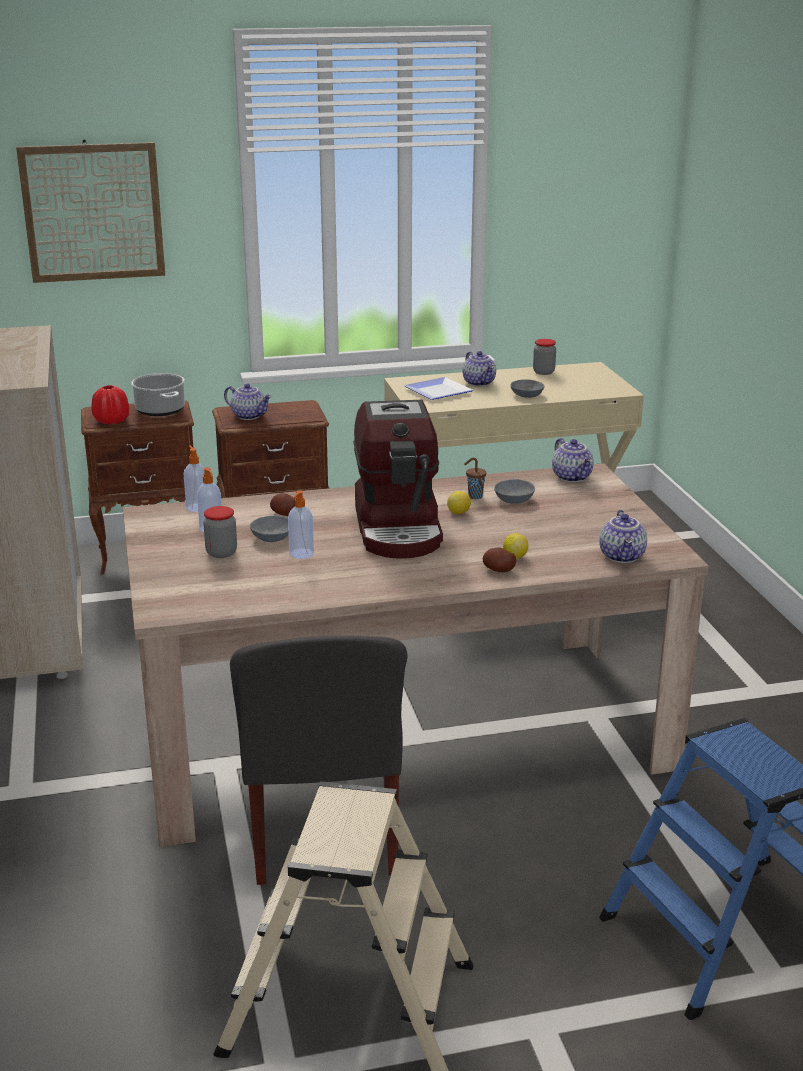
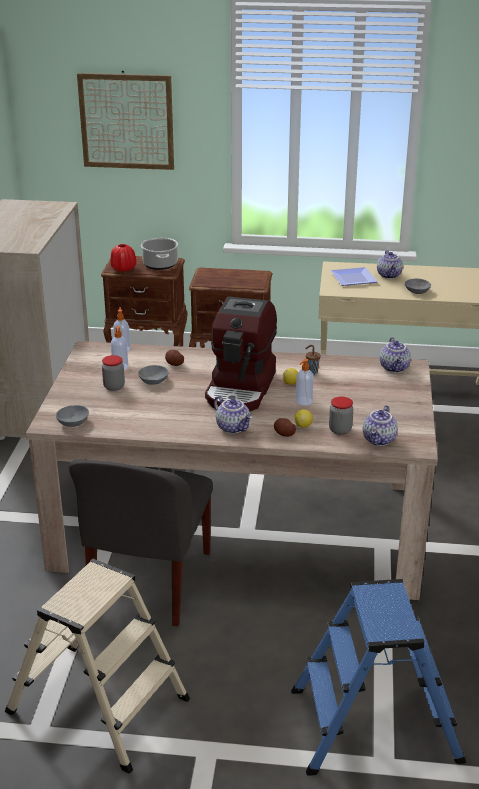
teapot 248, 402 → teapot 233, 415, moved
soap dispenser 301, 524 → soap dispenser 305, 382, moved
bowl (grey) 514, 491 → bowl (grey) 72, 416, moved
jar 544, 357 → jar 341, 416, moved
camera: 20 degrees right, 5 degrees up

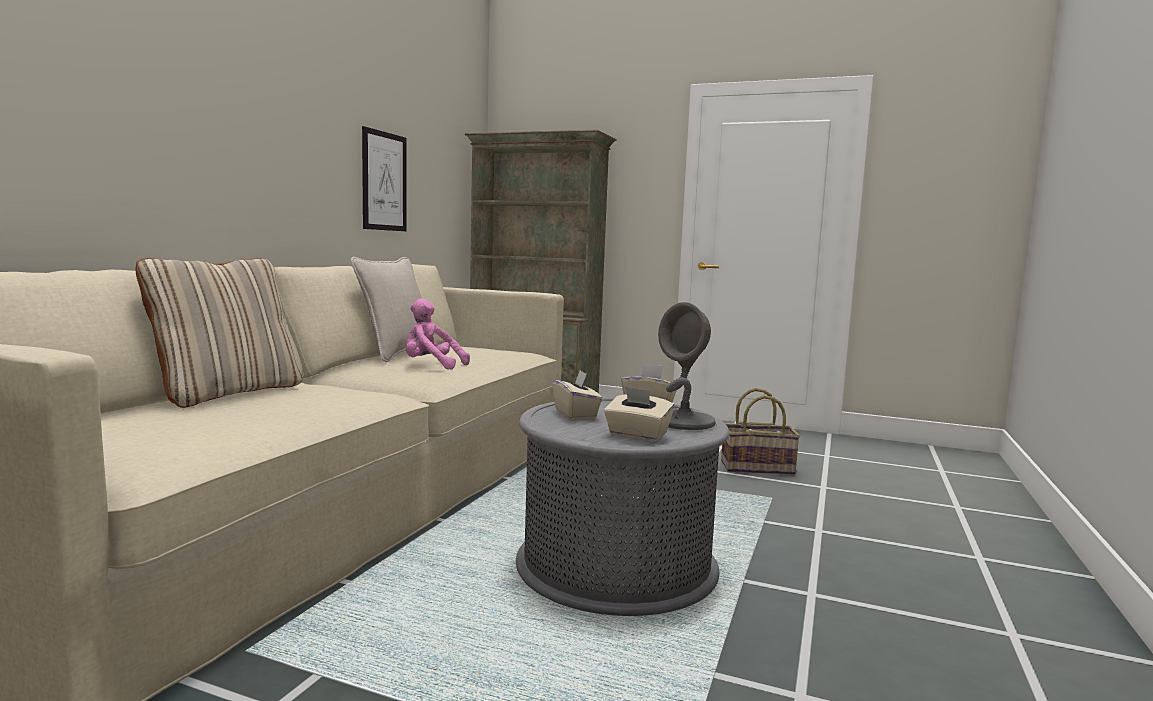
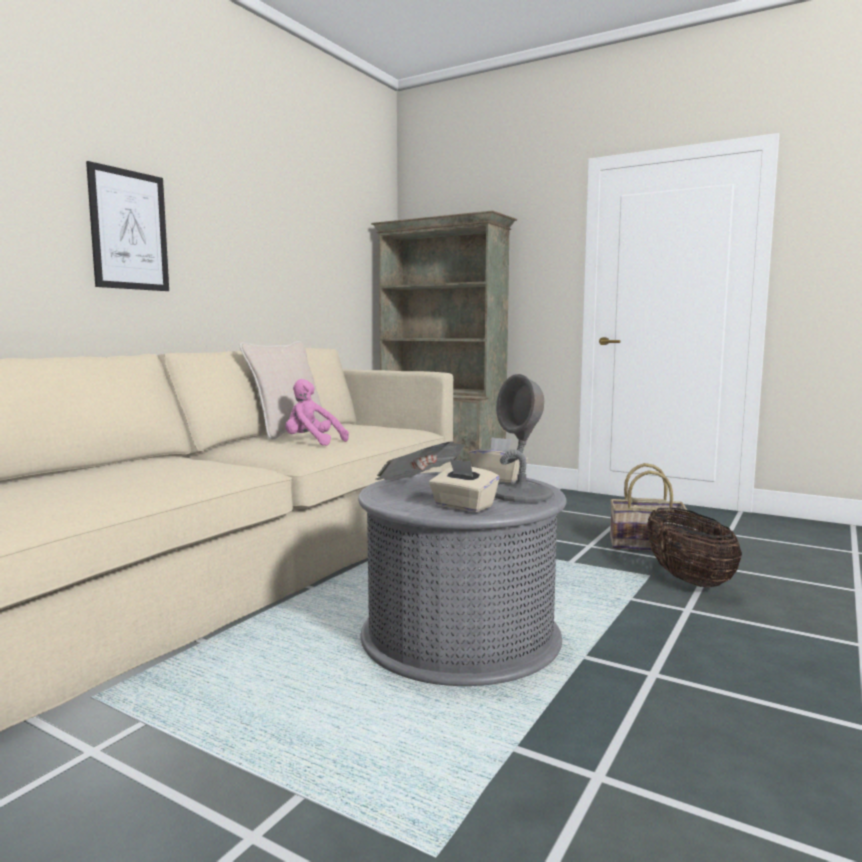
pillow (beige) 219, 333 → -
- → basket 694, 547
picture 384, 178 → picture 127, 226, moved
tissue box (beige) 577, 395 → newspaper 419, 461
camera: 10 degrees right, 0 degrees up

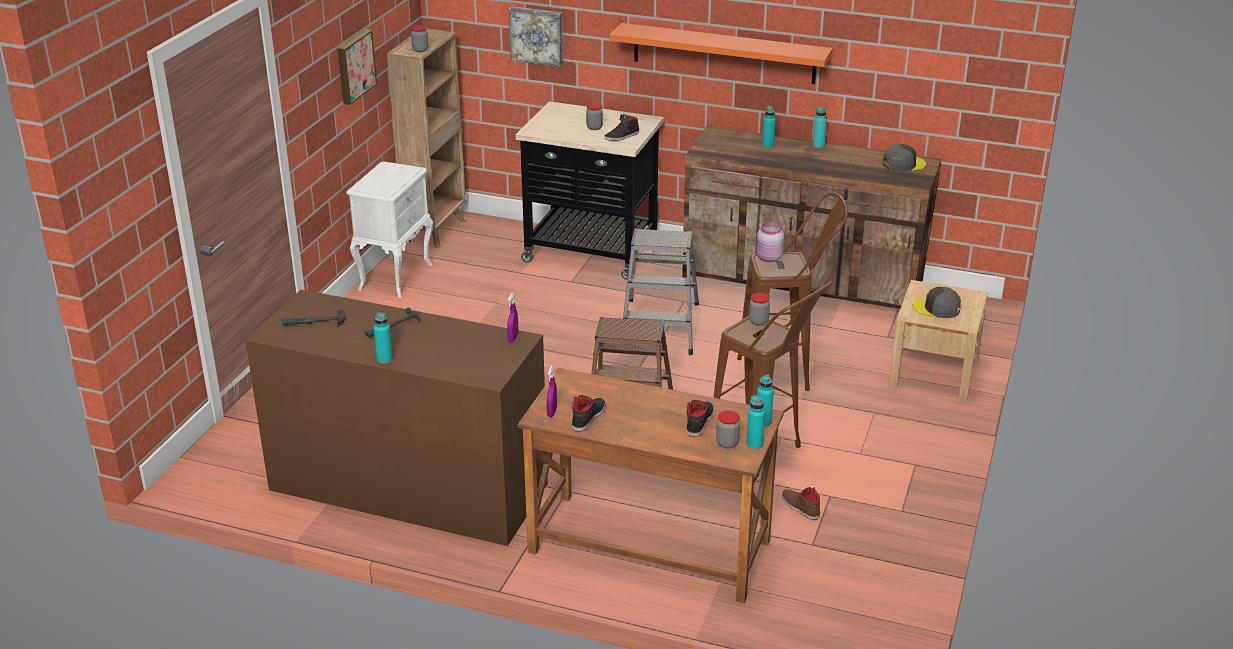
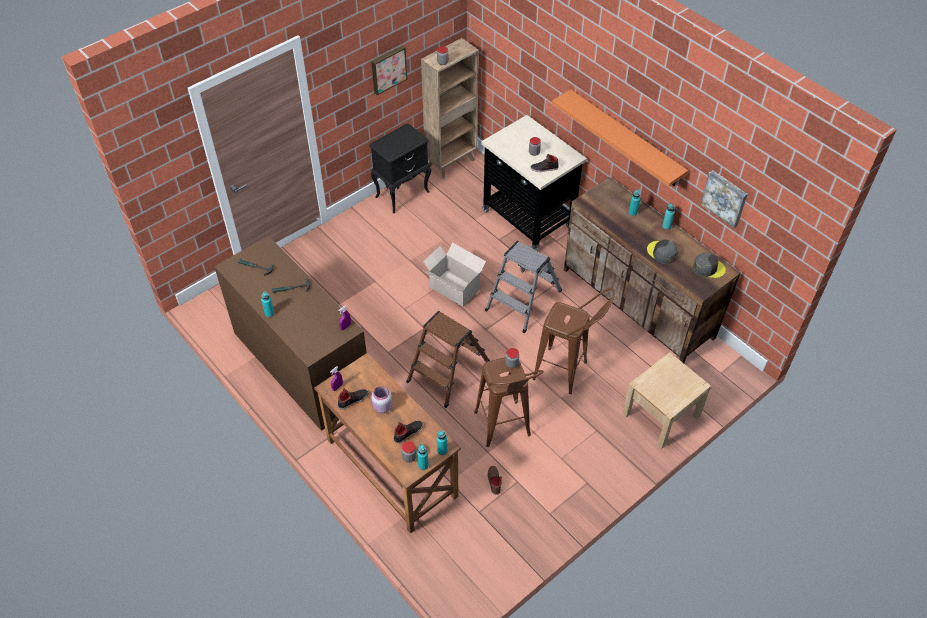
- → cardboard box 454, 274
picture 536, 36 → picture 724, 199, moved
jar (pink) 770, 242 → jar (pink) 381, 399, moved
cap (grey) 936, 302 → cap (grey) 662, 252, moved
nightstand (white) 389, 230 → nightstand (black) 400, 168
camera: 30 degrees right, 20 degrees up

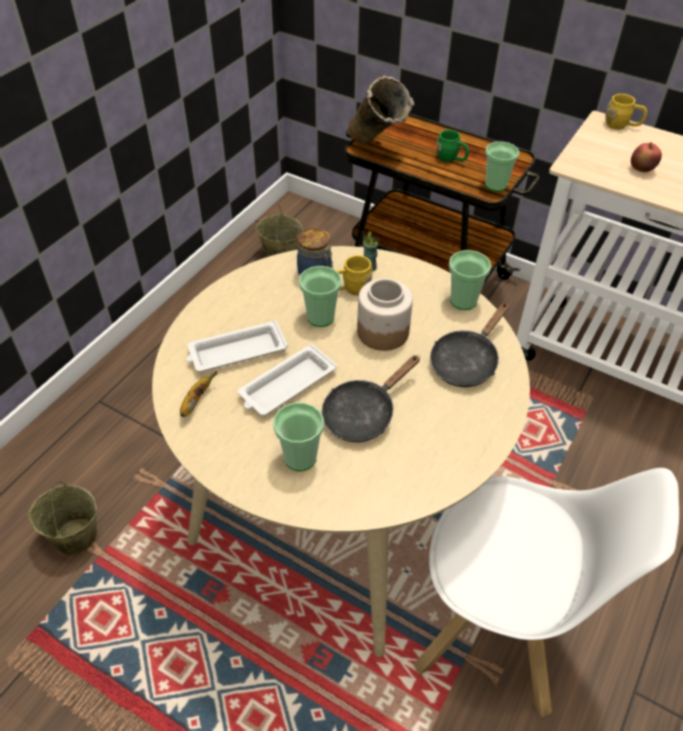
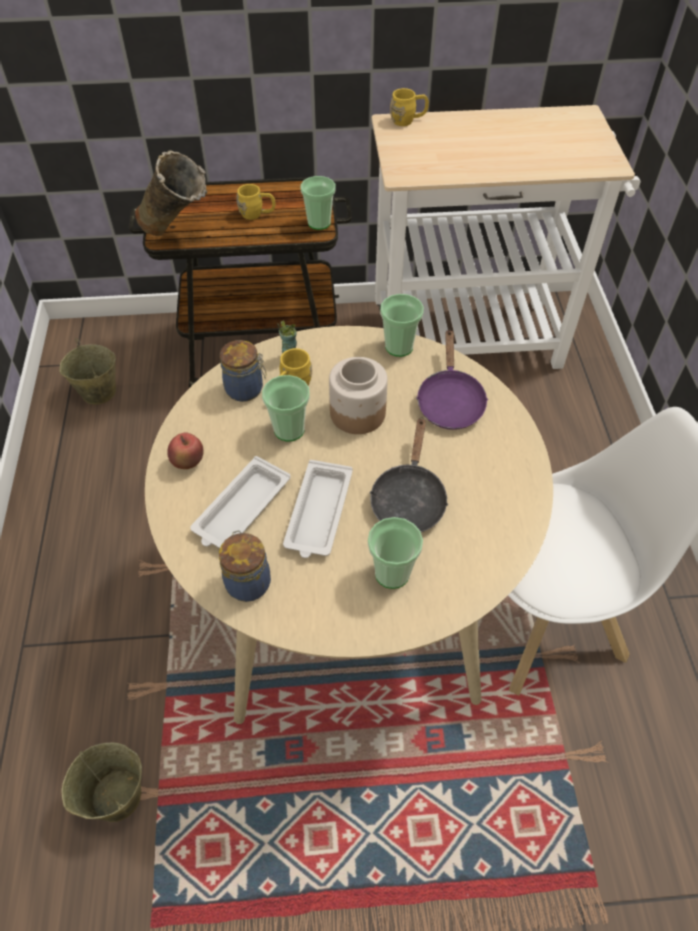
apple 646, 157 → apple 185, 451, moved
banana 198, 394 → jar 245, 566
frying pan (black) 469, 344 → frying pan (purple) 452, 379
mug (green) 453, 146 → mug (yellow) 255, 202
camera: 35 degrees left, 5 degrees up

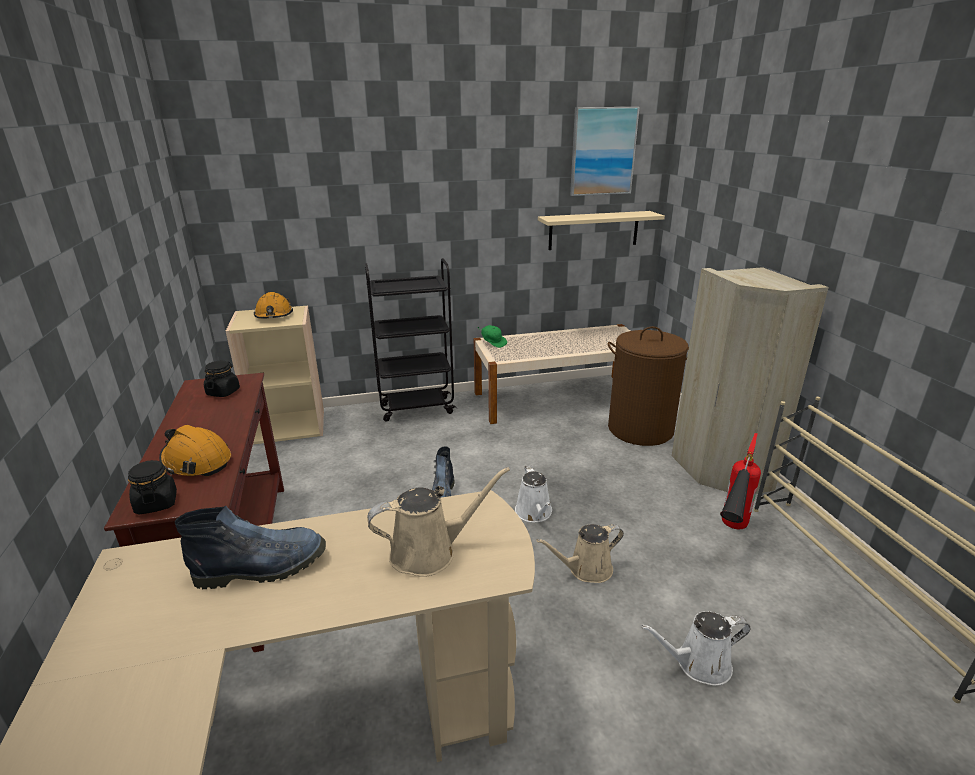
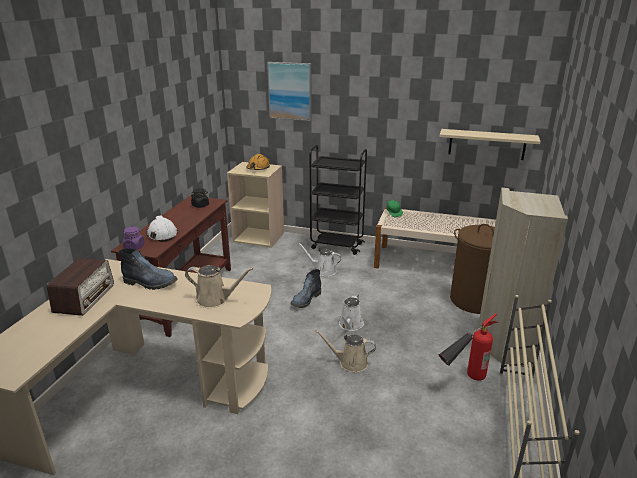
- → radio 80, 287
picture 604, 151 → picture 289, 91, moved
watering can (white) 695, 648 → watering can (white) 320, 260, moved
jar (black) 152, 487 → jar (purple) 134, 238
hard hat (orange) 195, 450 → hard hat (white) 162, 229
camera: 30 degrees right, 0 degrees up

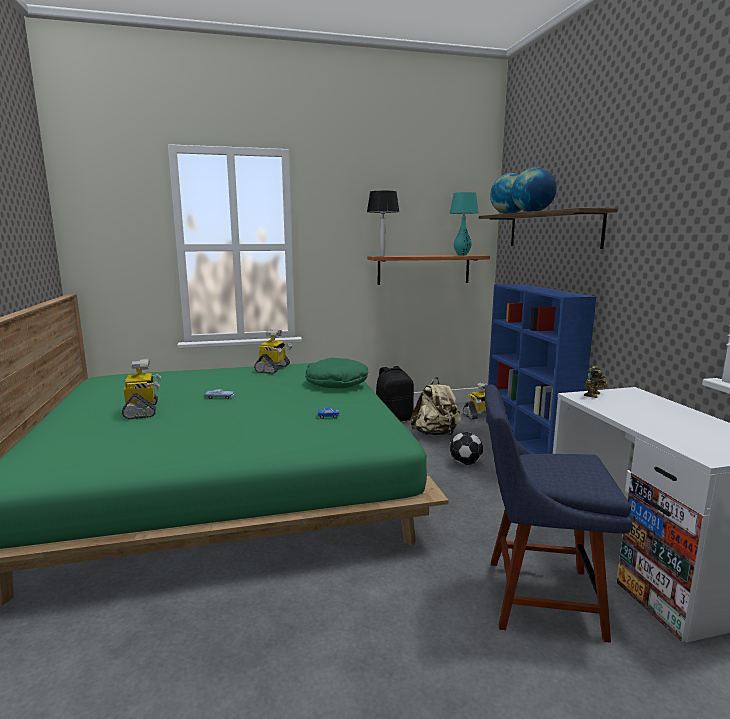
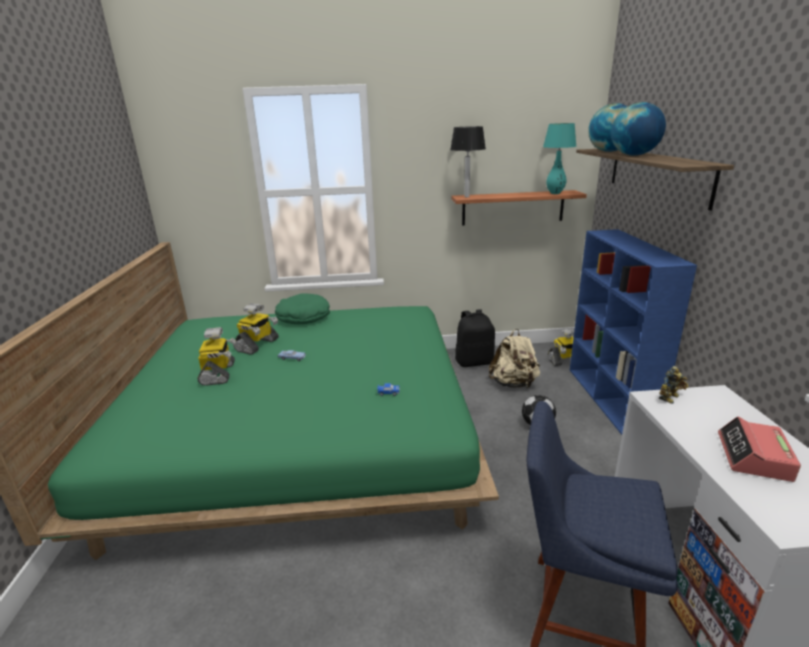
- → alarm clock 759, 449
toy robot 273, 352 → toy robot 256, 329, moved
pillow (green) 337, 373 → pillow (green) 302, 308, moved
camera: 10 degrees right, 10 degrees up

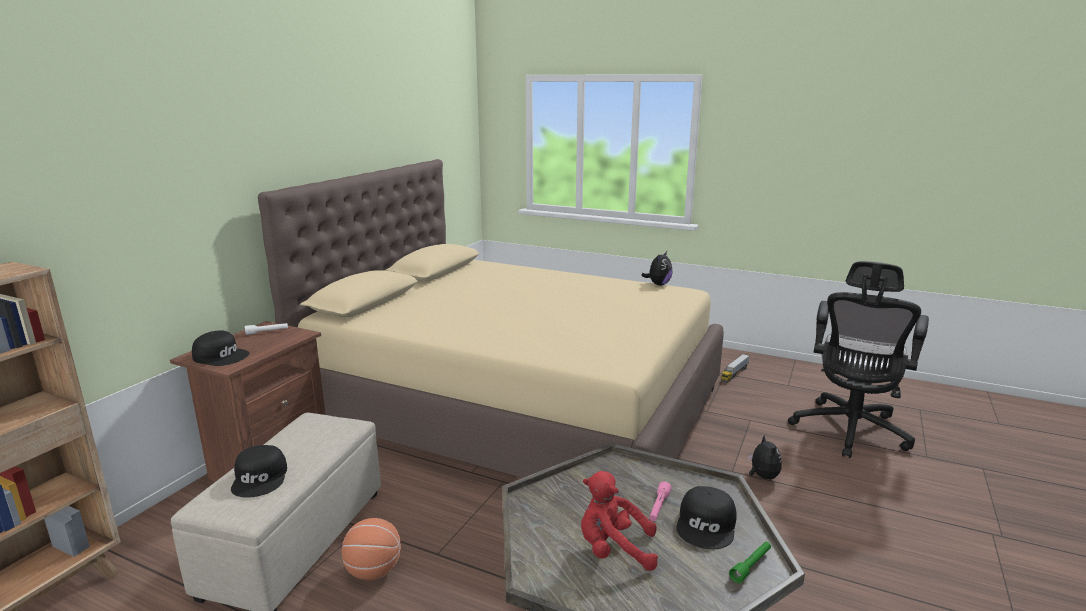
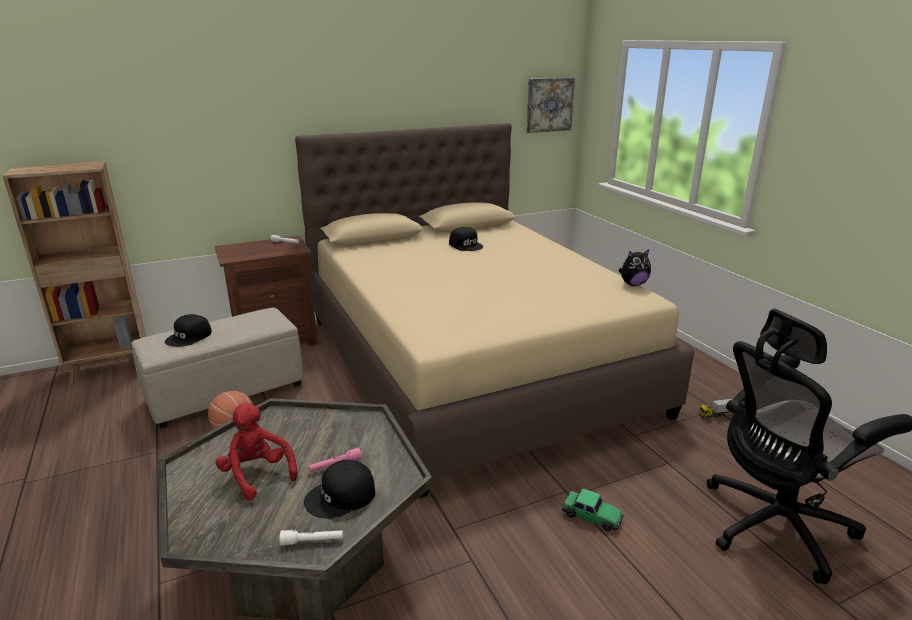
- → picture 550, 105
cap (black) 221, 348 → cap (black) 466, 239, moved
plush toy 765, 456 → toy car 593, 510
flashlight (green) 750, 562 → flashlight (white) 311, 538
camera: 40 degrees right, 5 degrees up

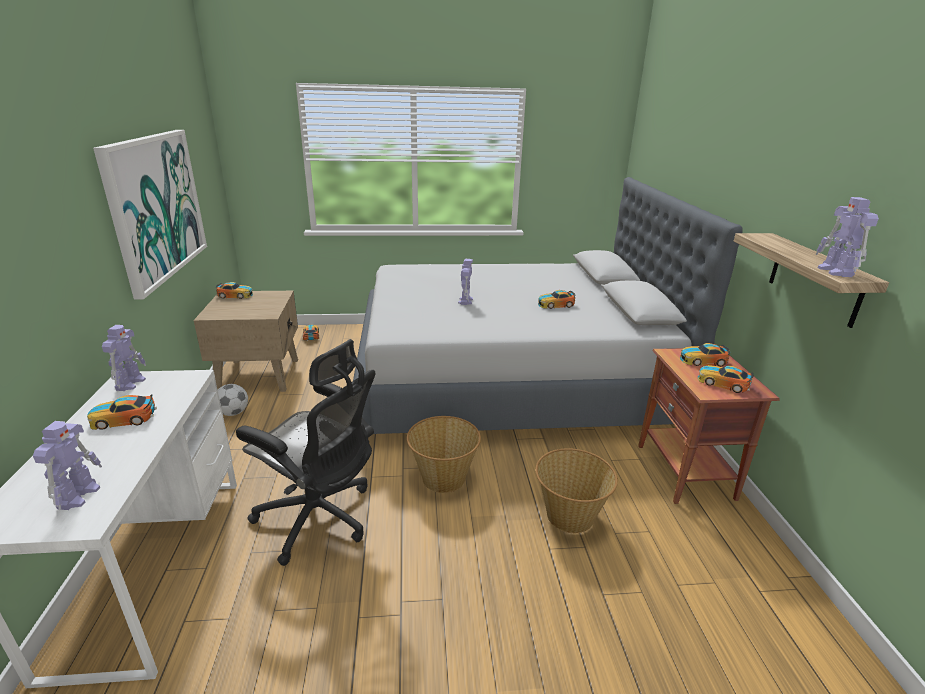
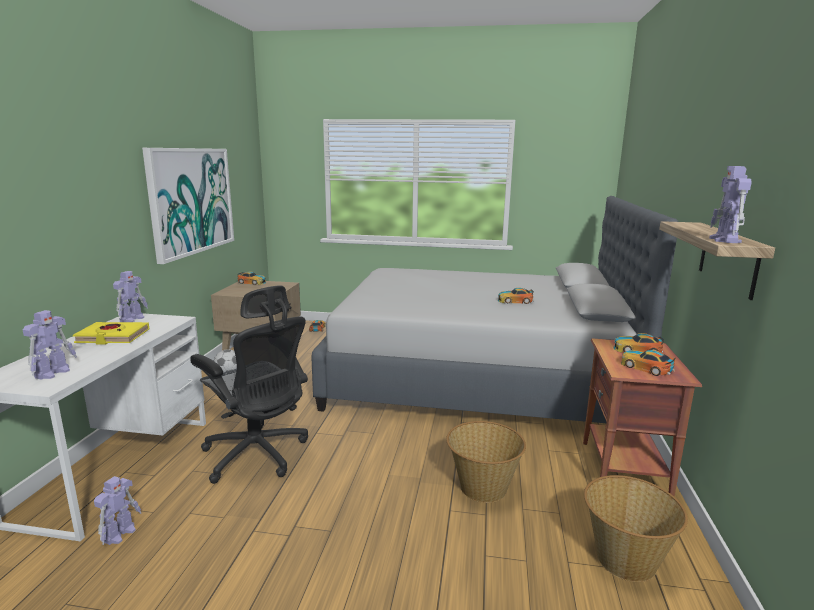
basket 444, 454 → basket 636, 528, moved
toy robot 465, 282 → toy robot 117, 510, moved
toy car 122, 412 → book (yellow) 111, 333
camera: 15 degrees right, 10 degrees down

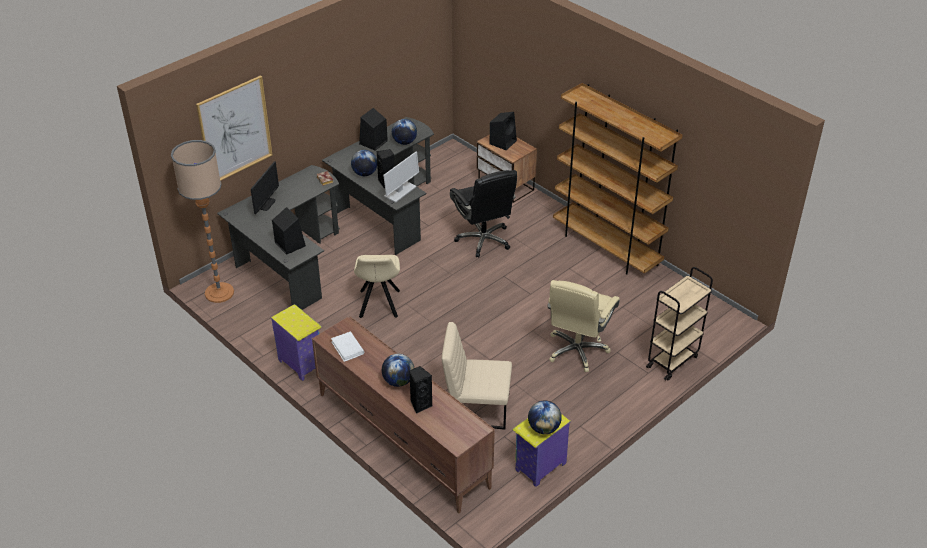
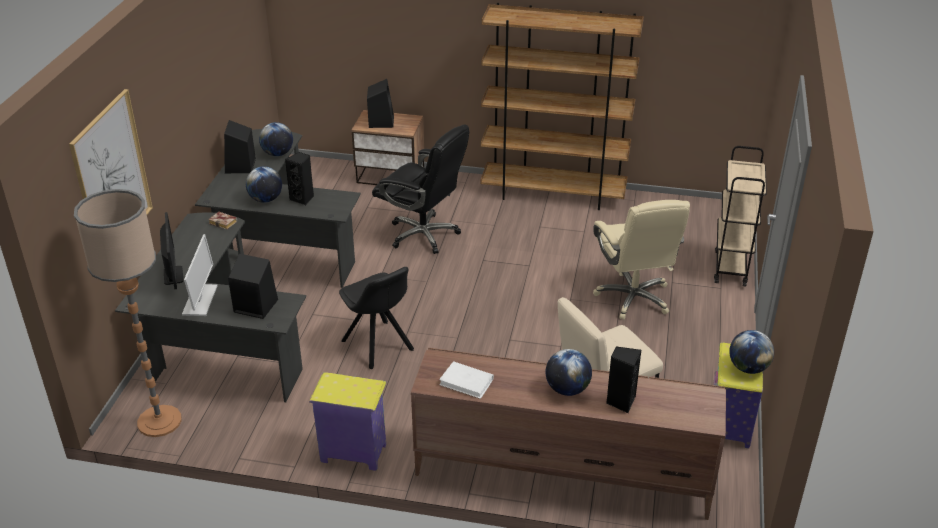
monitor 401, 176 → monitor 199, 275, moved
chair (beige) 377, 286 → chair (black) 376, 318
camera: 35 degrees left, 5 degrees down

